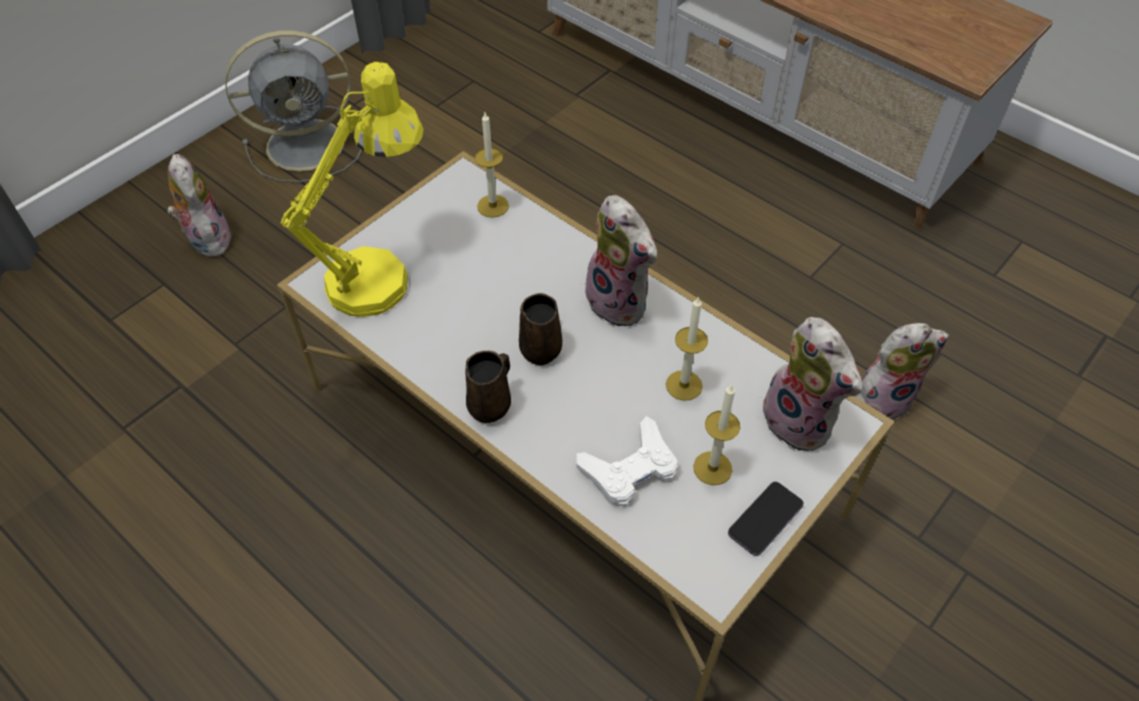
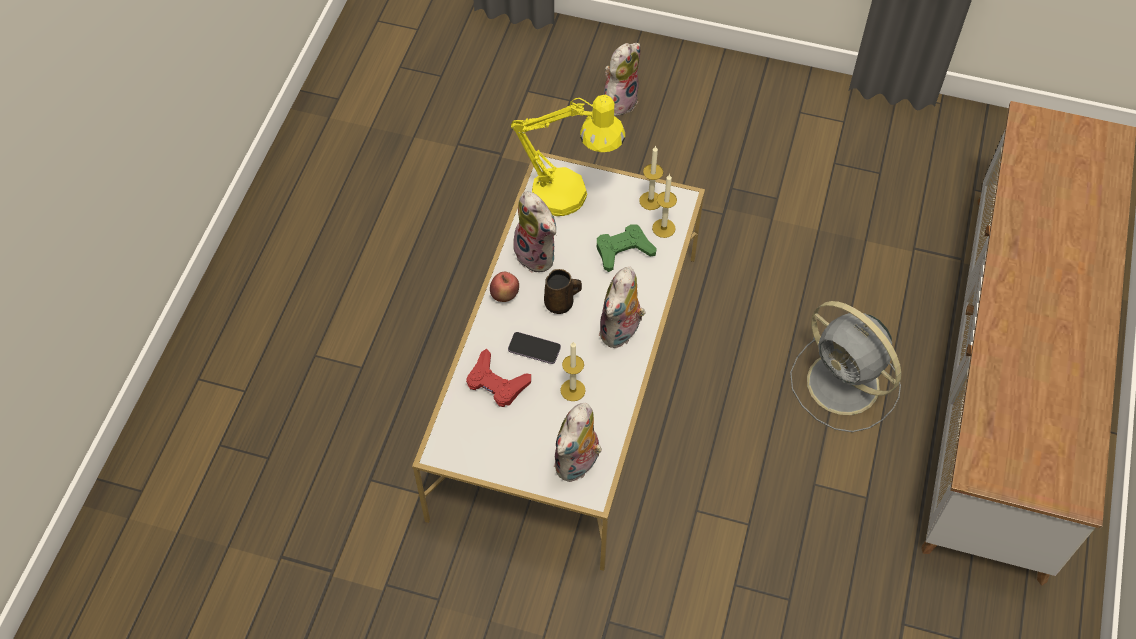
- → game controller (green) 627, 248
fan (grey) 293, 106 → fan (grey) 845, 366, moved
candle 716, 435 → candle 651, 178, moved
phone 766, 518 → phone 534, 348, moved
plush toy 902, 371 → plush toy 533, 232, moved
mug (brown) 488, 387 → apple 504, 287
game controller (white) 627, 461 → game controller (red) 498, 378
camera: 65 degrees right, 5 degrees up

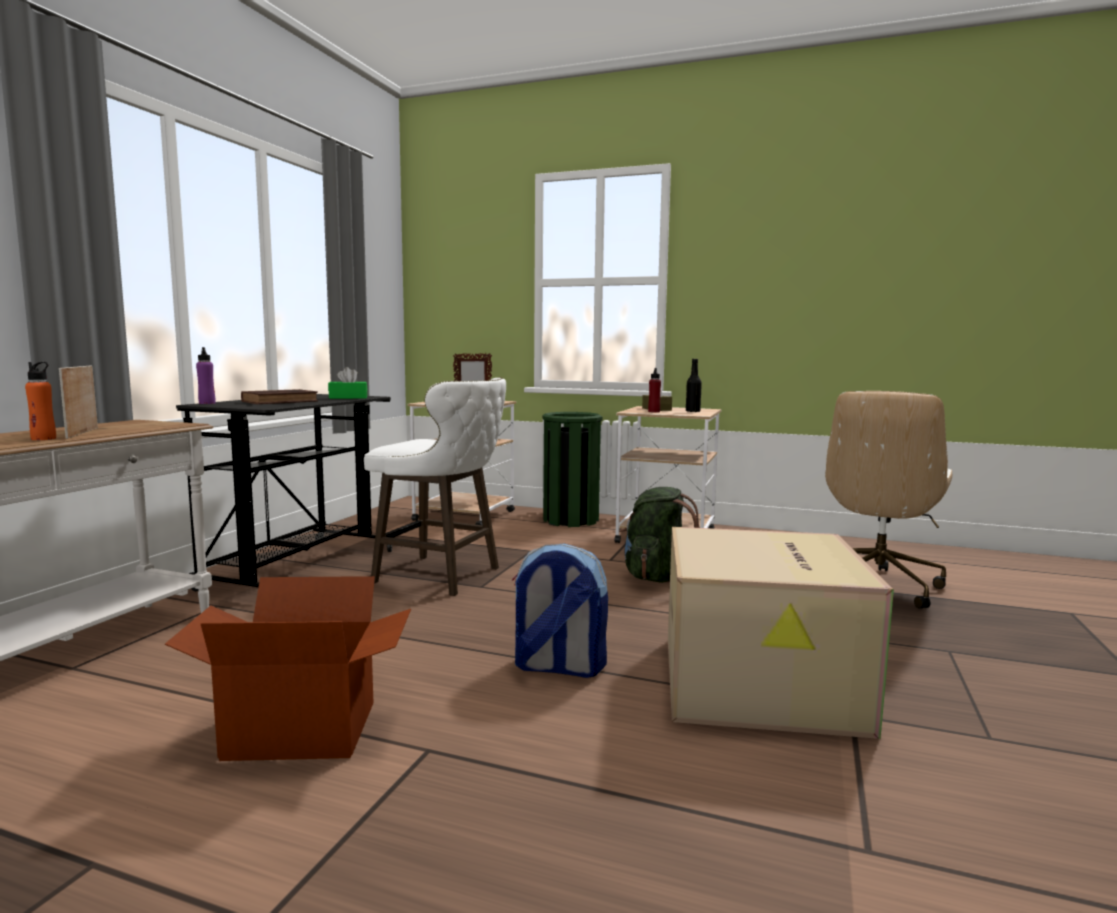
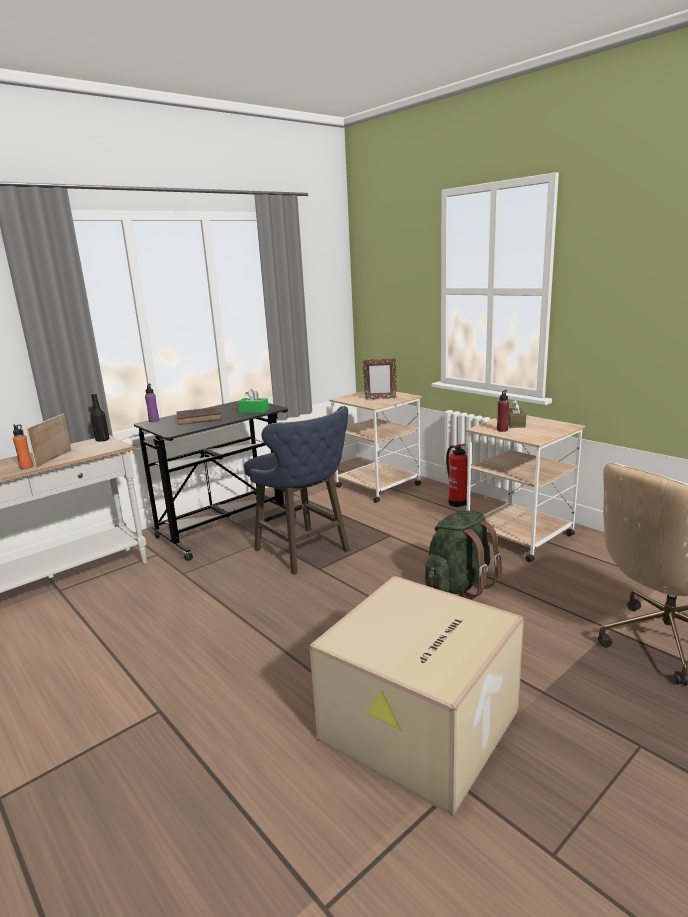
cardboard box 287, 668 → -
backpack 560, 611 → -
bottle (black) 694, 385 → bottle (black) 100, 417, moved
trash can (green) 573, 469 → fire extinguisher 457, 475
stool (white) 435, 486 → stool (blue) 297, 490
camera: 30 degrees right, 10 degrees up

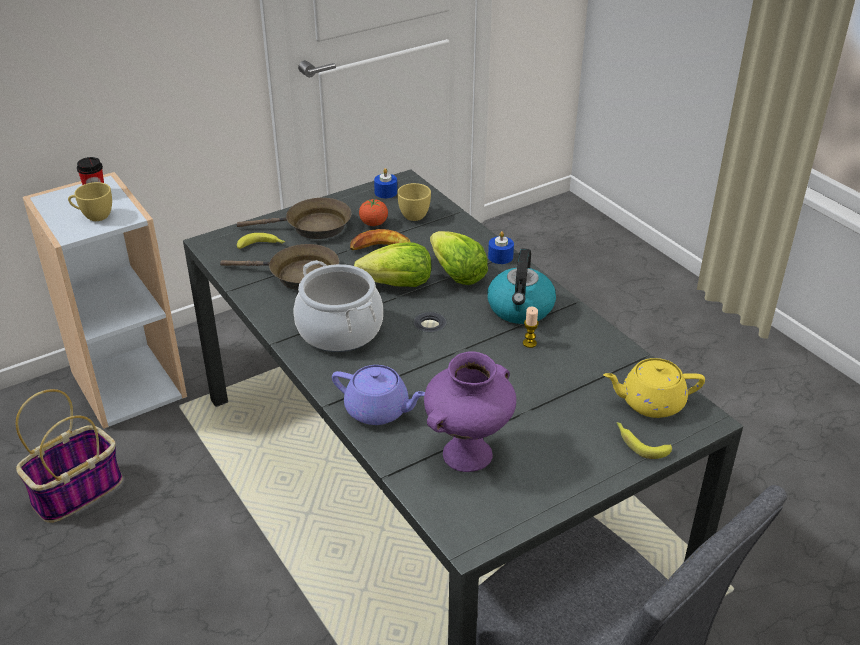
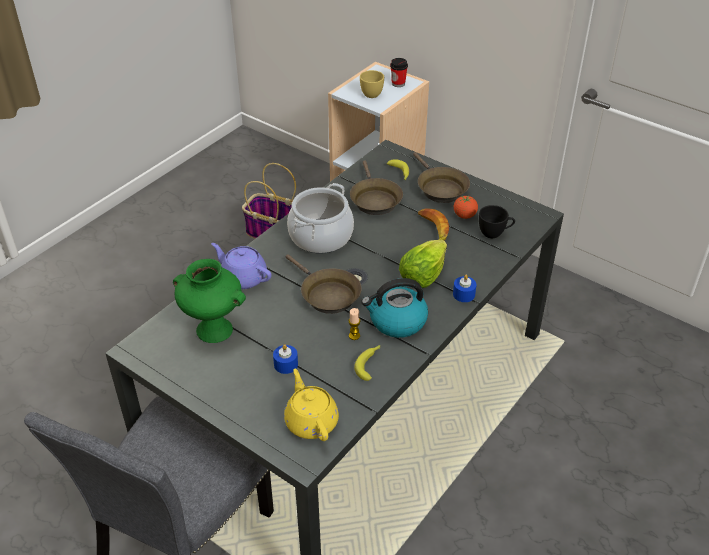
lettuce 392, 264 → -
- → frying pan (brown) 323, 284
candle (blue) 385, 183 → candle (blue) 285, 359, moved
banana 644, 440 → banana 367, 363, moved
cup (yellow) 414, 202 → cup (black) 497, 221
vase (purple) 470, 411 → vase (green) 209, 301
teapot (purple) 378, 395 → teapot (purple) 241, 266, 120 degrees clockwise
camera: 70 degrees right, 5 degrees up

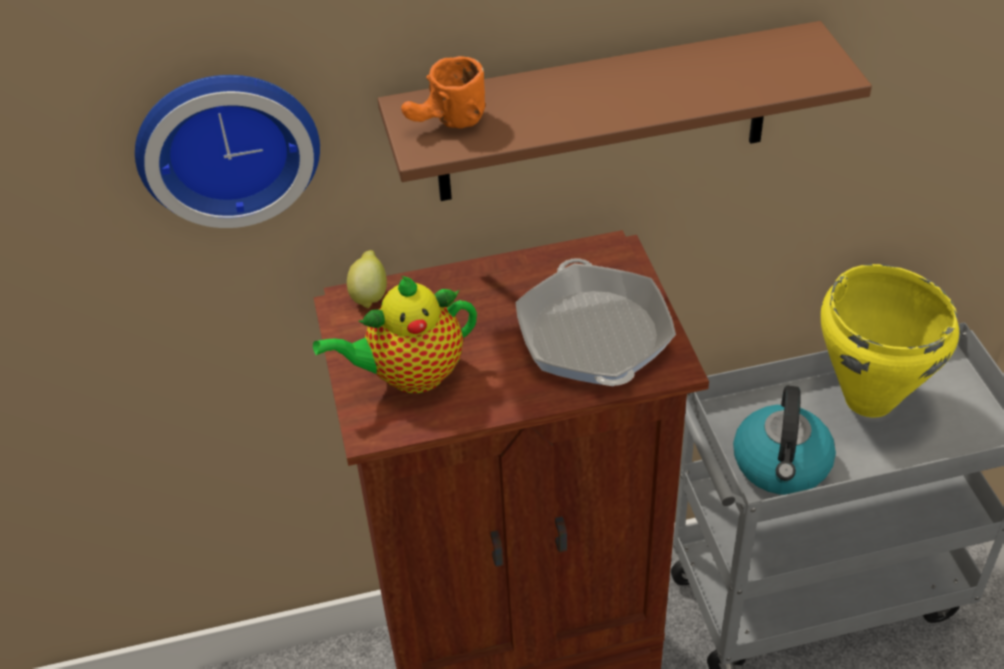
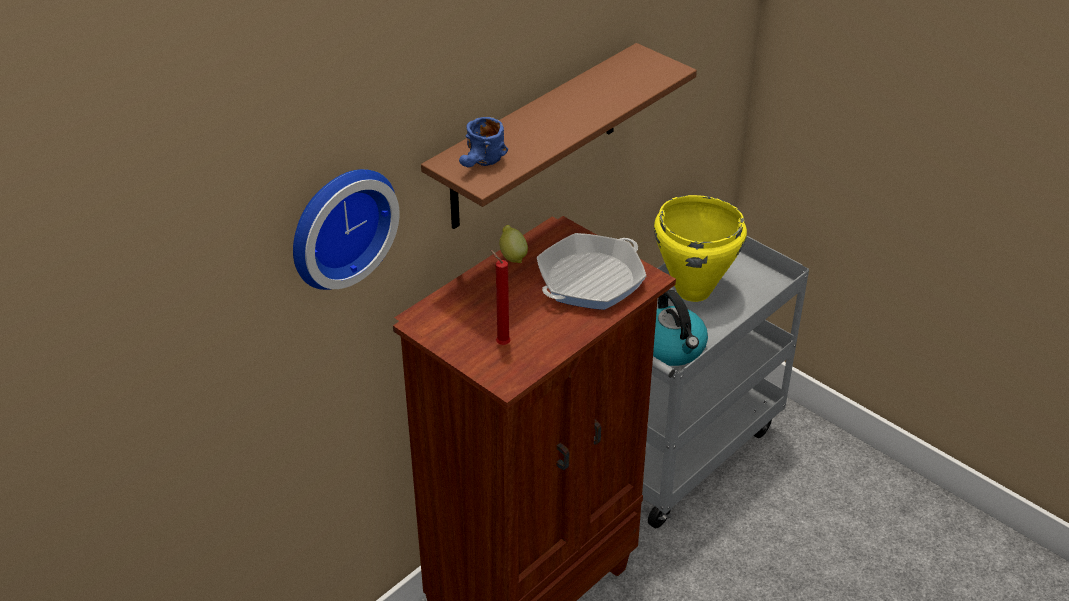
lemon 367, 279 → lemon 513, 244, moved
teapot 395, 334 → candle (red) 501, 297
mug (orange) 443, 92 → mug (blue) 483, 142
frying pan 596, 322 → frying pan 591, 271, 90 degrees counterclockwise
camera: 35 degrees left, 5 degrees down

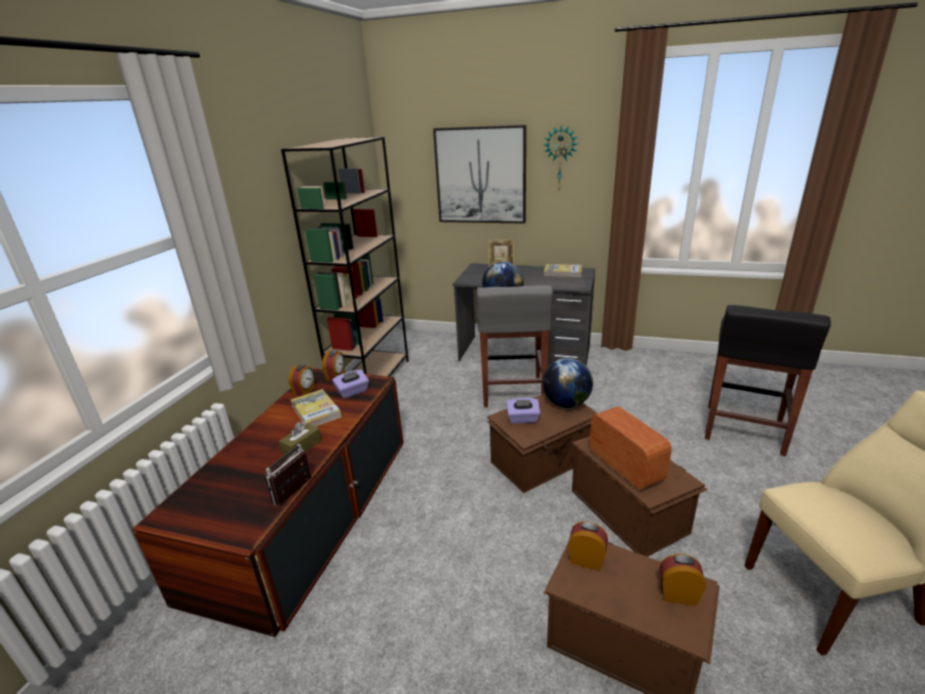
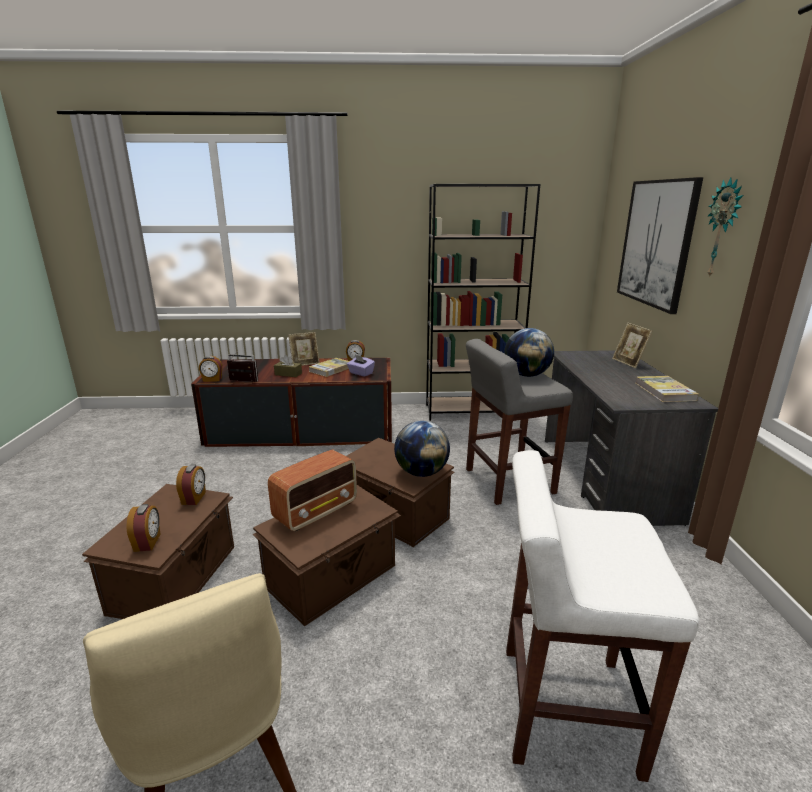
tissue box (purple) 523, 411 → -
- → picture frame 304, 349
alarm clock 333, 365 → alarm clock 210, 369, moved
stool (black) 768, 380 → stool (white) 602, 616
camera: 70 degrees right, 5 degrees down

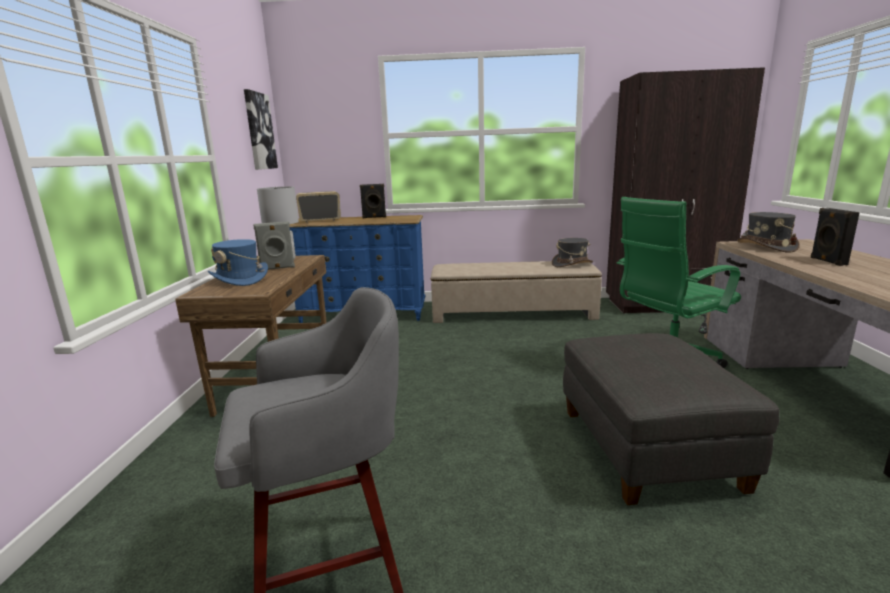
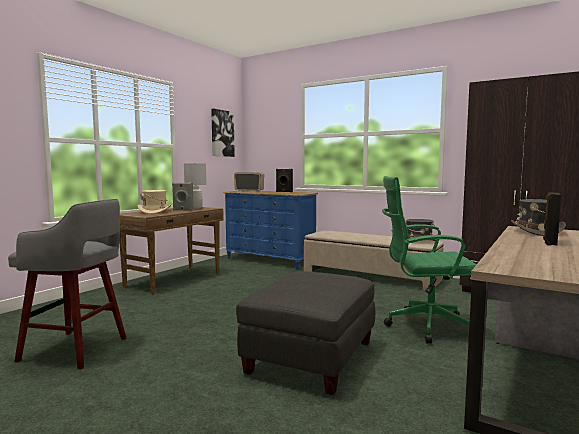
hat (blue) 238, 262 → hat (beige) 154, 202
camera: 30 degrees right, 10 degrees down

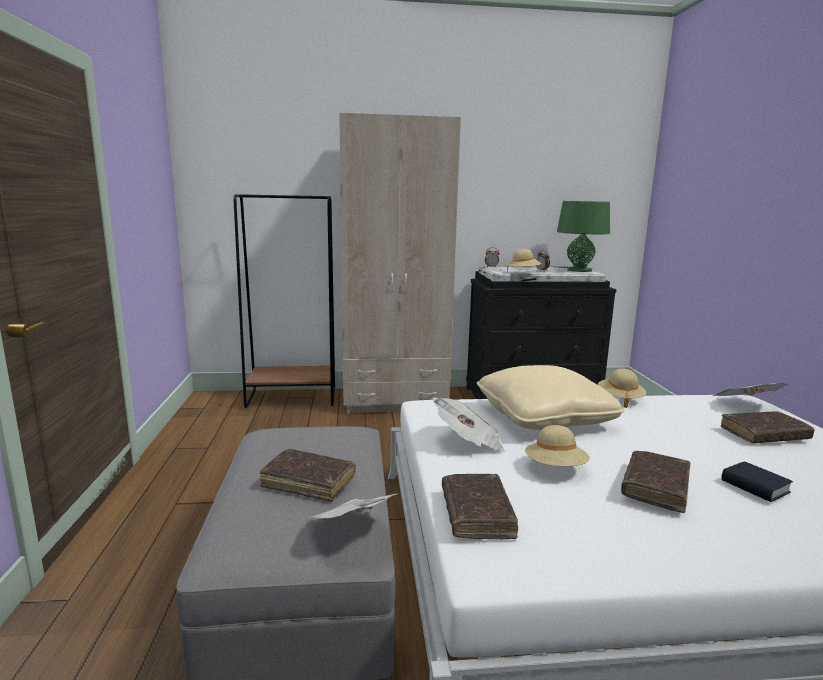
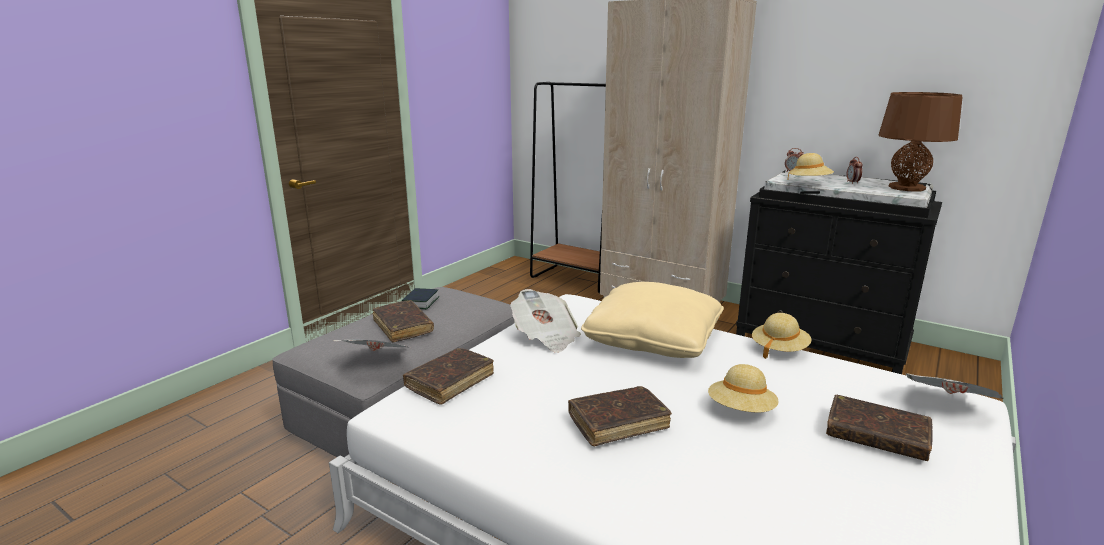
hat (beige) 557, 445 → hat (beige) 743, 388, moved
book 757, 481 → book 420, 298, moved
table lamp (green) 583, 236 → table lamp (brown) 920, 142
camera: 40 degrees right, 5 degrees up

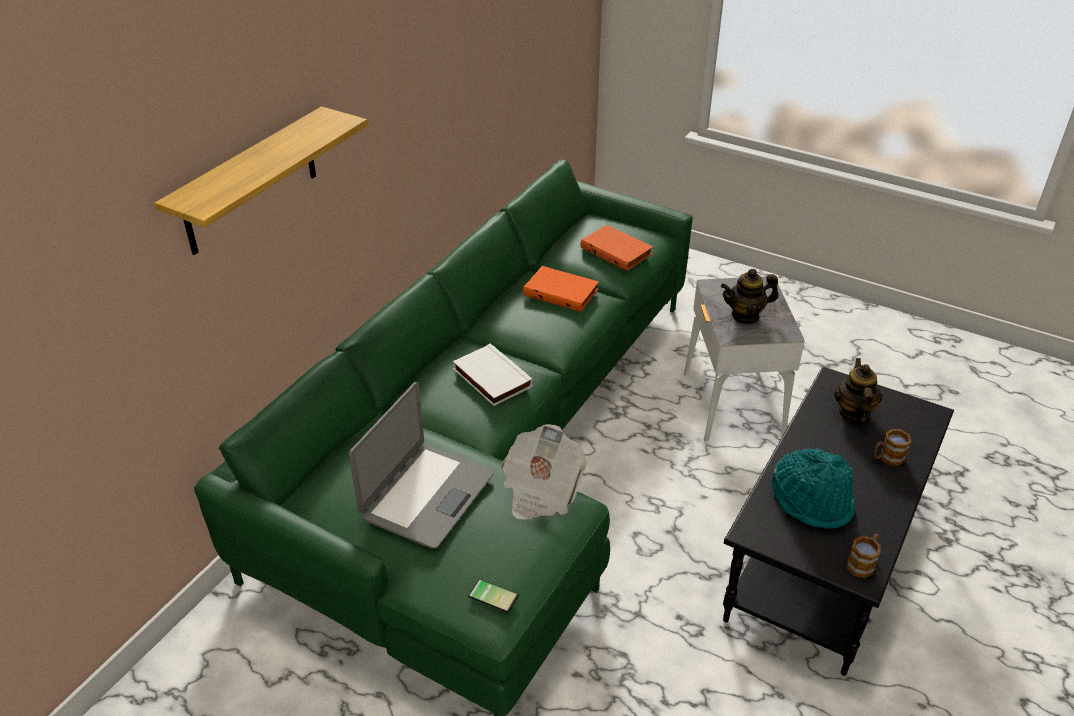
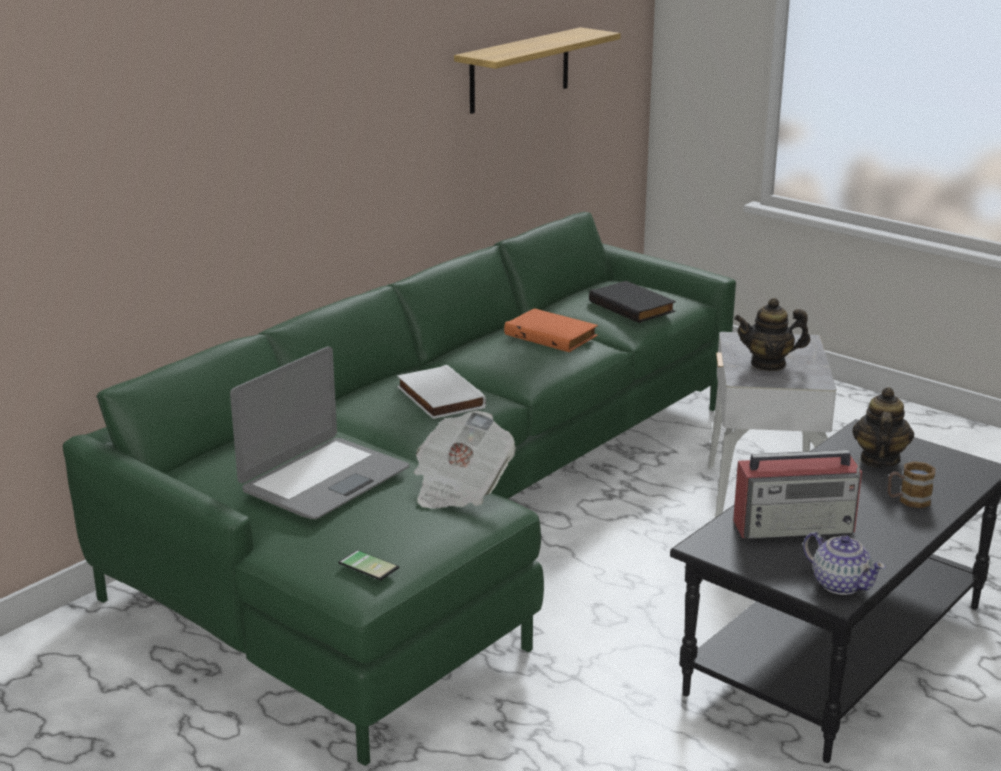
shelf 261, 180 → shelf 537, 70, moved
hat (turquoise) 813, 488 → radio 797, 494
mug 863, 556 → teapot 844, 563
book (orange) 616, 248 → book (black) 632, 302
camera: 10 degrees right, 15 degrees down

